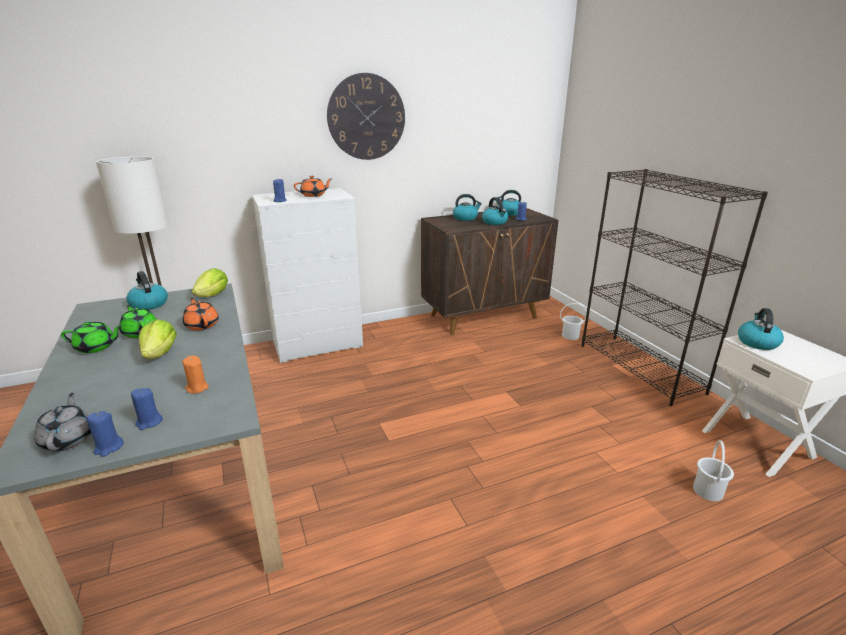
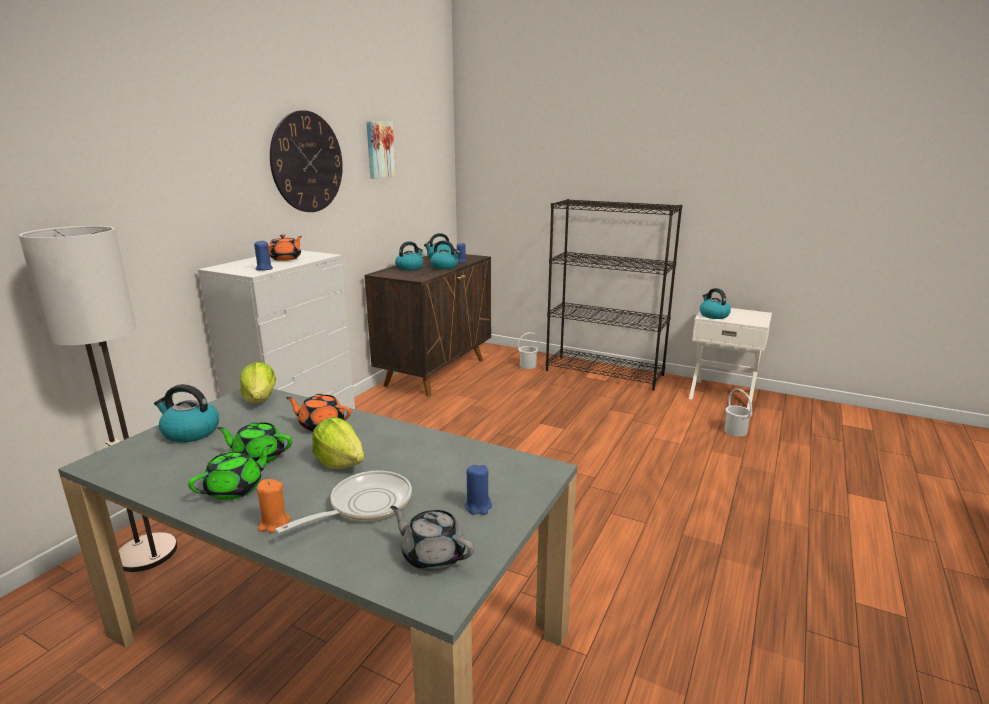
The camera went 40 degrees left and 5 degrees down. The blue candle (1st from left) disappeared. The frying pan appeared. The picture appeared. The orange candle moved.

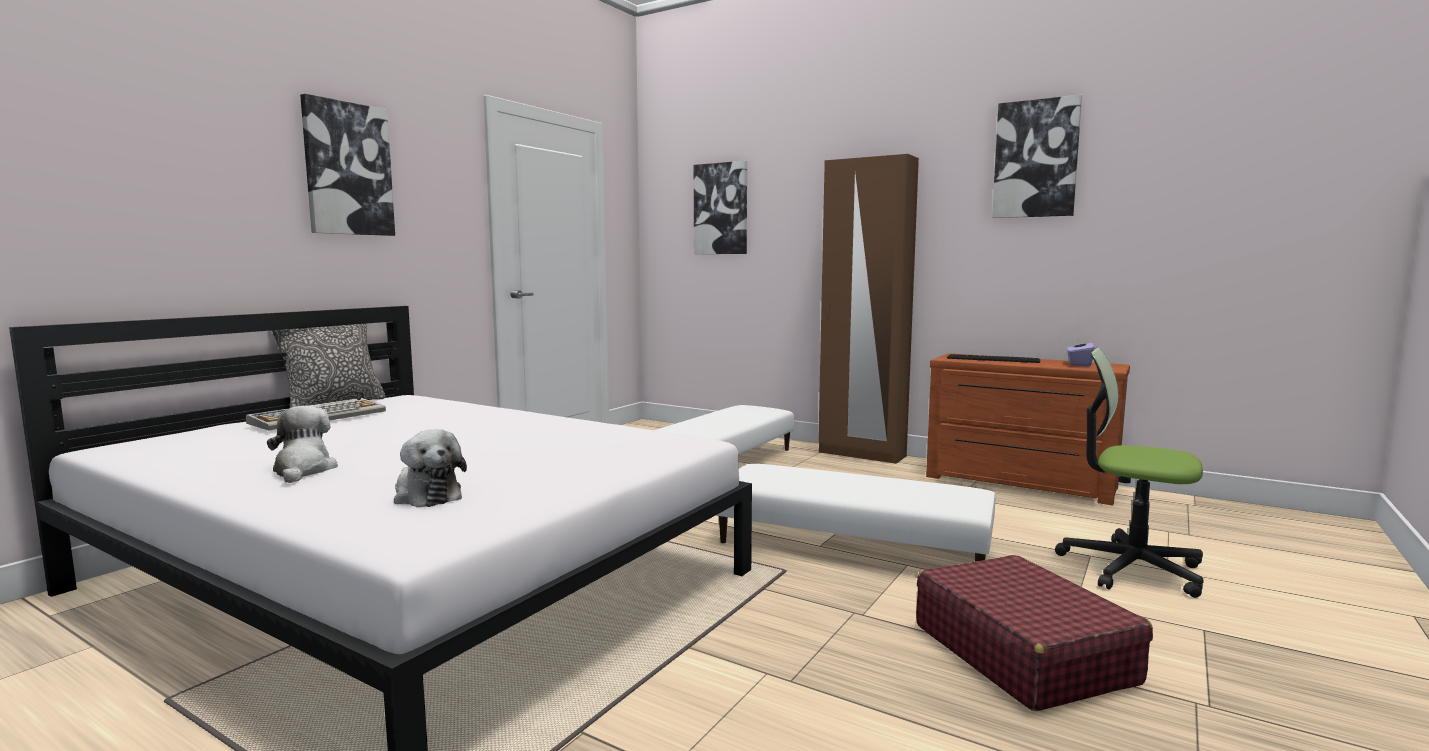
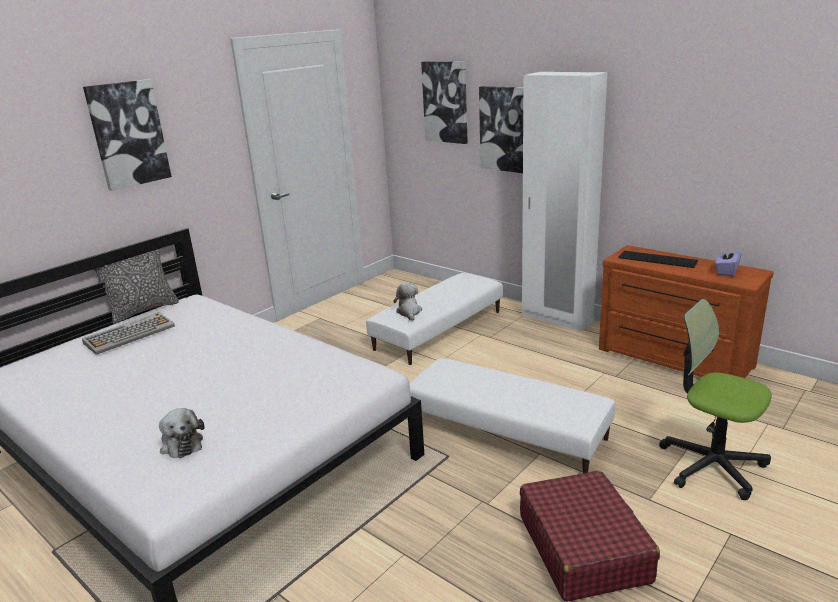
The camera went 10 degrees right and 15 degrees up. The plush toy (1st from left in the first image) moved. The picture (3rd from left) moved. The brown wardrobe became the white wardrobe.

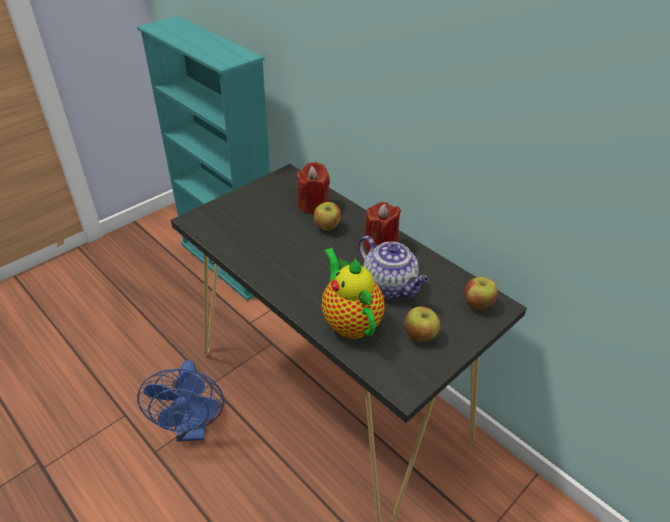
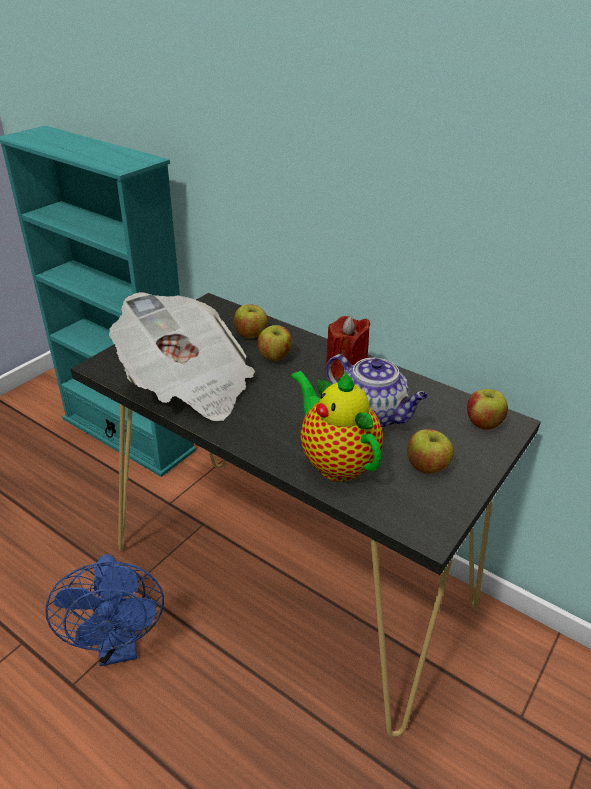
The camera went 10 degrees left and 5 degrees down. The newspaper appeared. The red candle (1st from left) was replaced by the apple (1st from left).

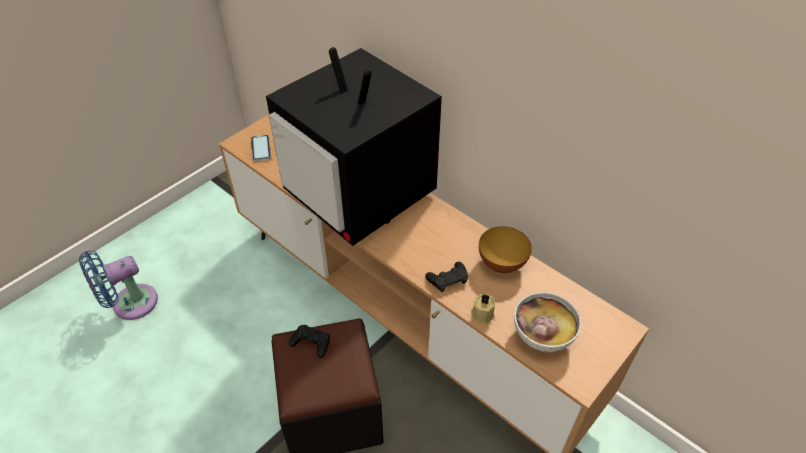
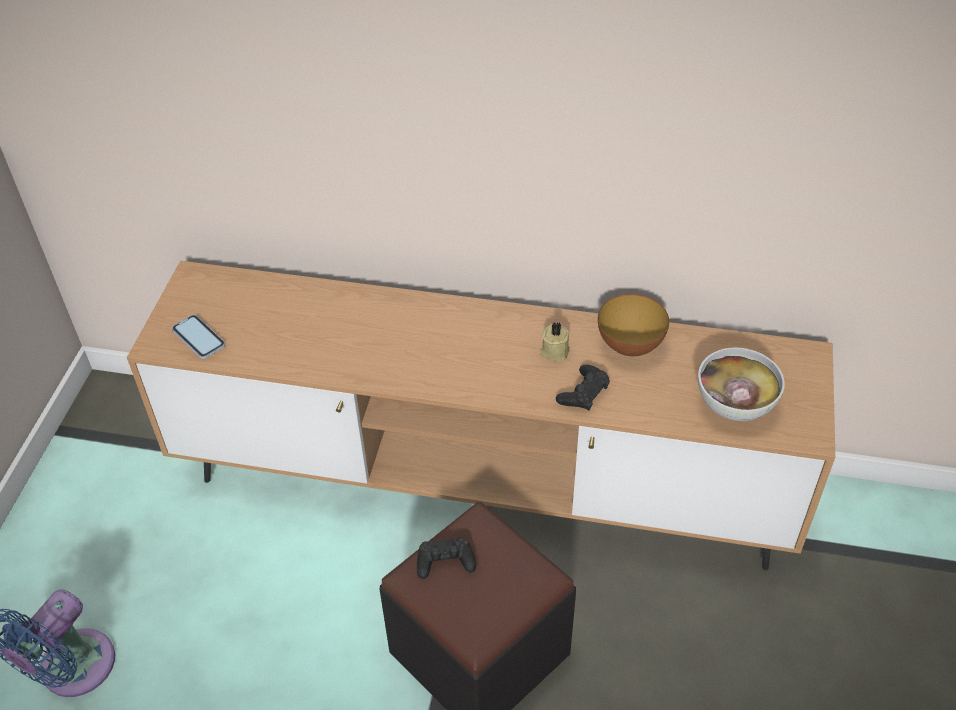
The camera went 30 degrees left and 0 degrees up. The television disappeared. The beige candle moved.

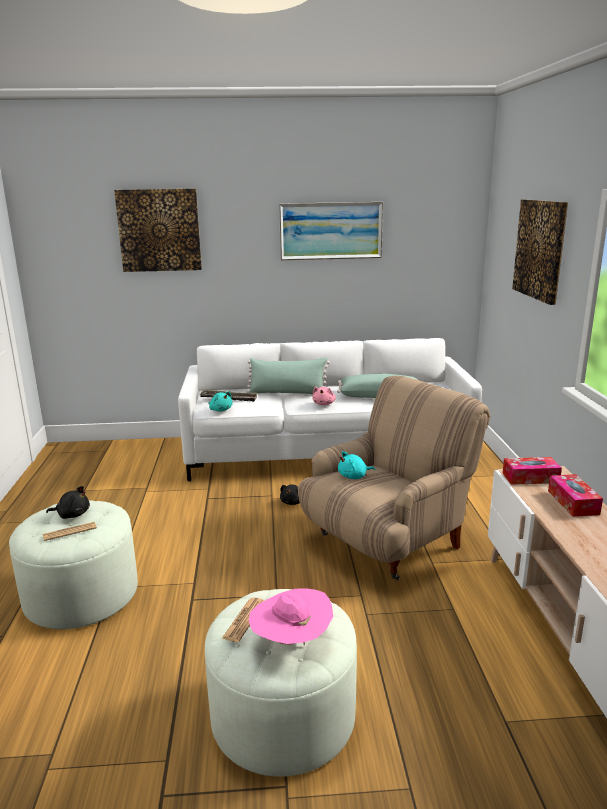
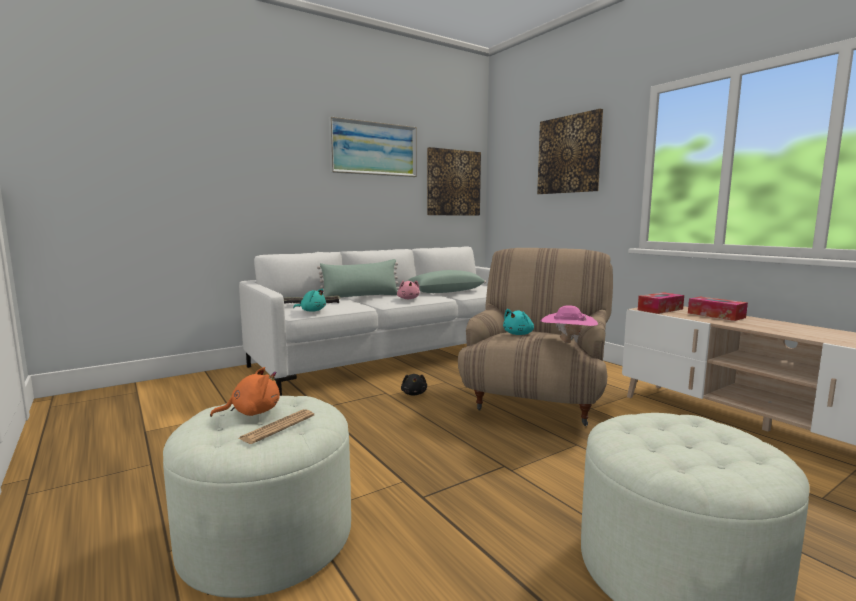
The camera went 30 degrees left and 10 degrees down. The newspaper (2nd from left) disappeared. The picture (1st from left in the first image) moved. The pink hat moved. The black plush toy (1st from left) became the orange plush toy.

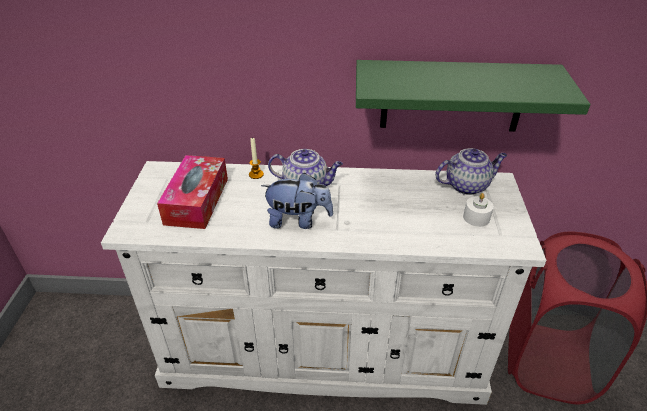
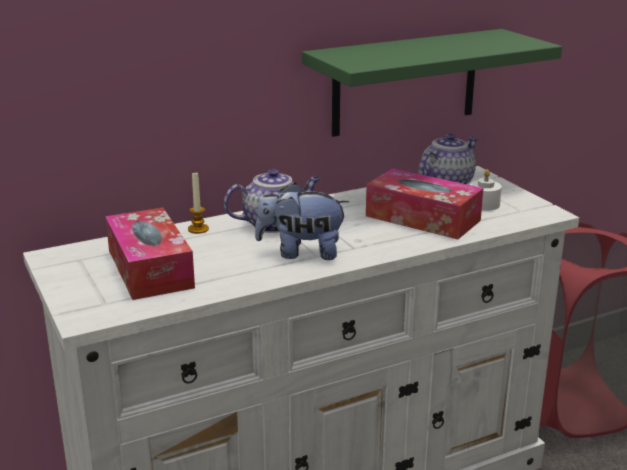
The camera went 30 degrees left and 15 degrees down. The tissue box (2nd from left) appeared. The plush toy turned 150 degrees counterclockwise.

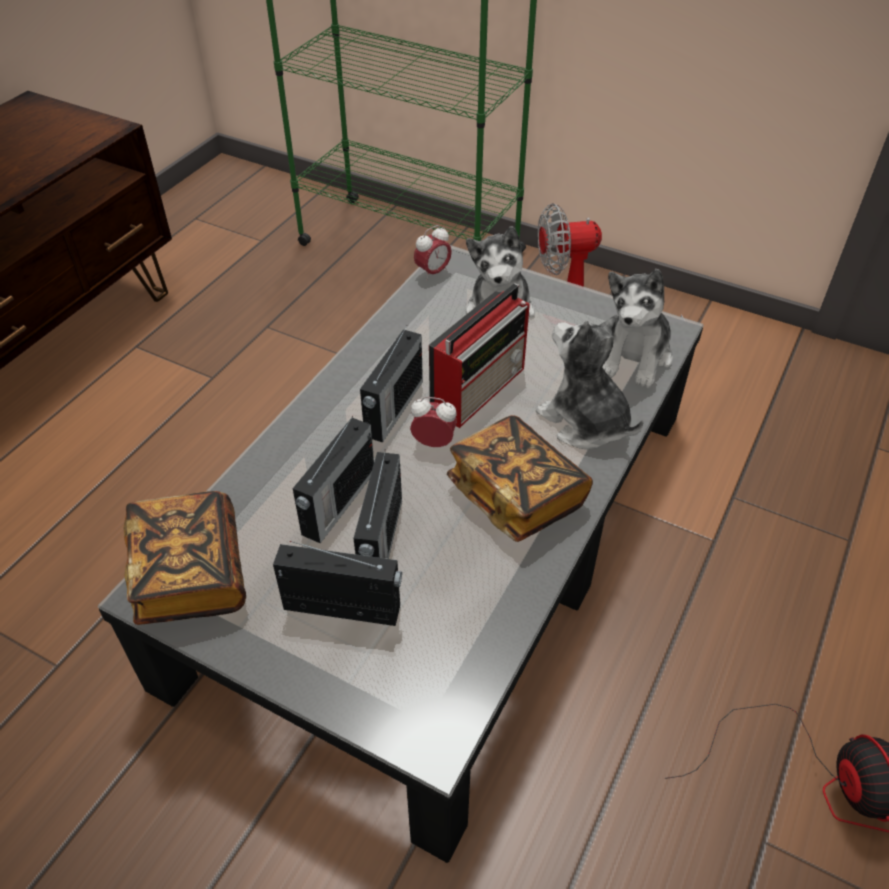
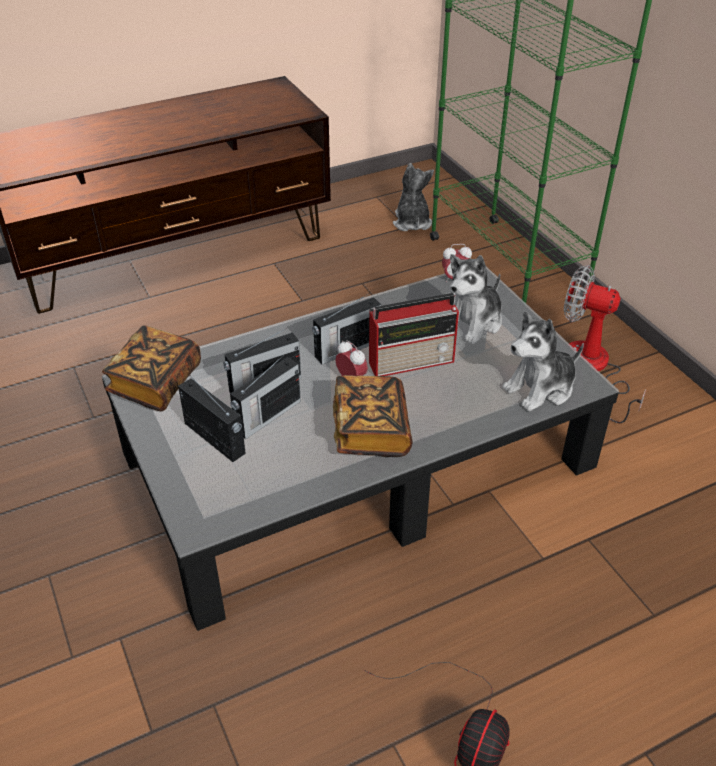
The camera went 35 degrees right and 5 degrees down. The plush toy (2nd from left in the first image) moved.

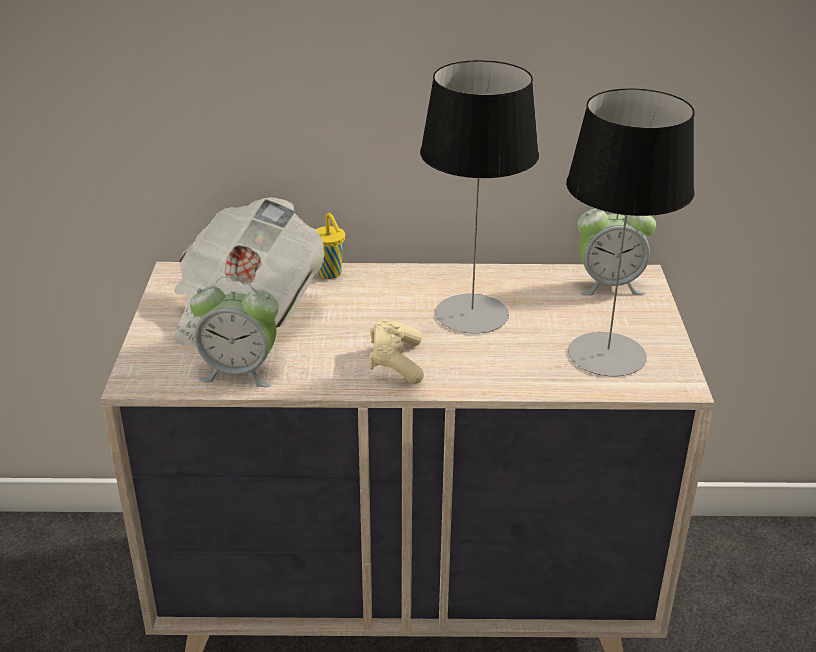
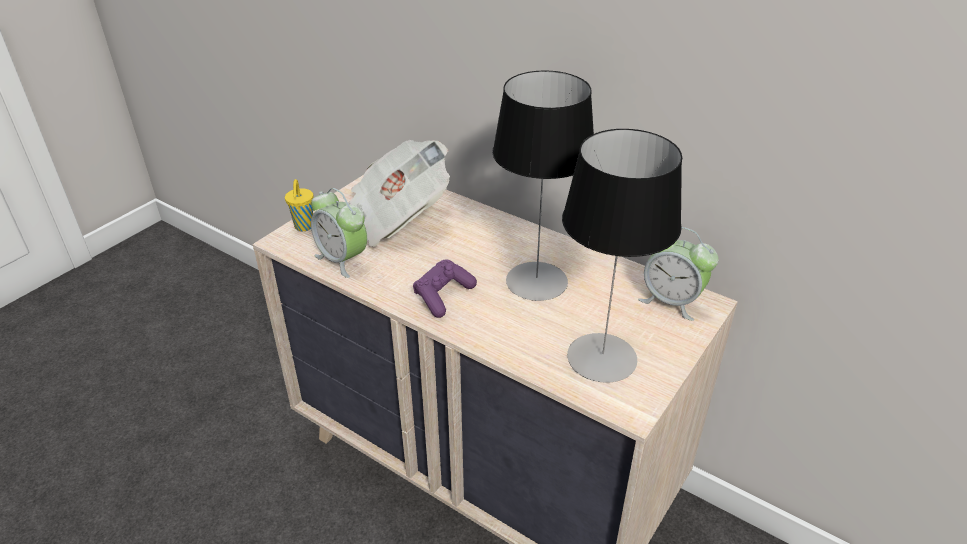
The camera went 35 degrees right and 5 degrees up. The yellow cup moved. The beige game controller became the purple game controller.

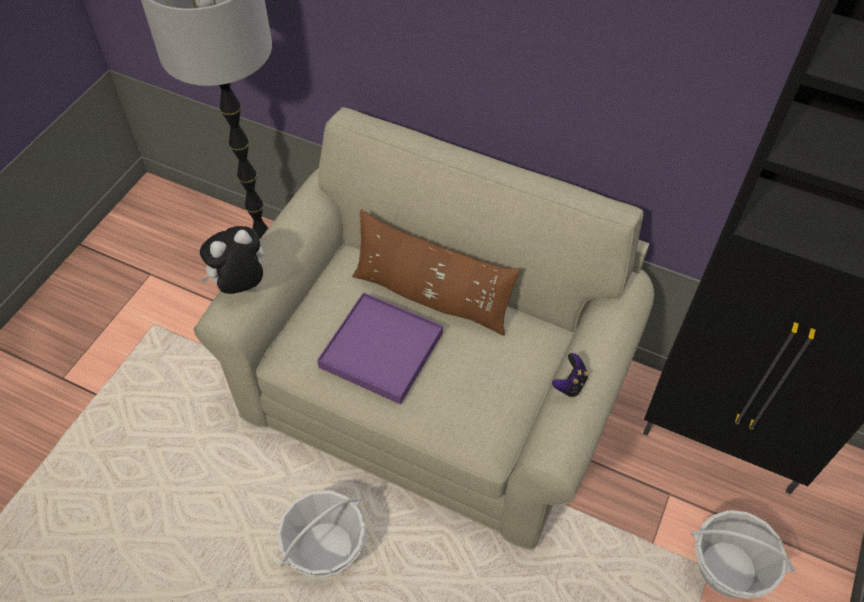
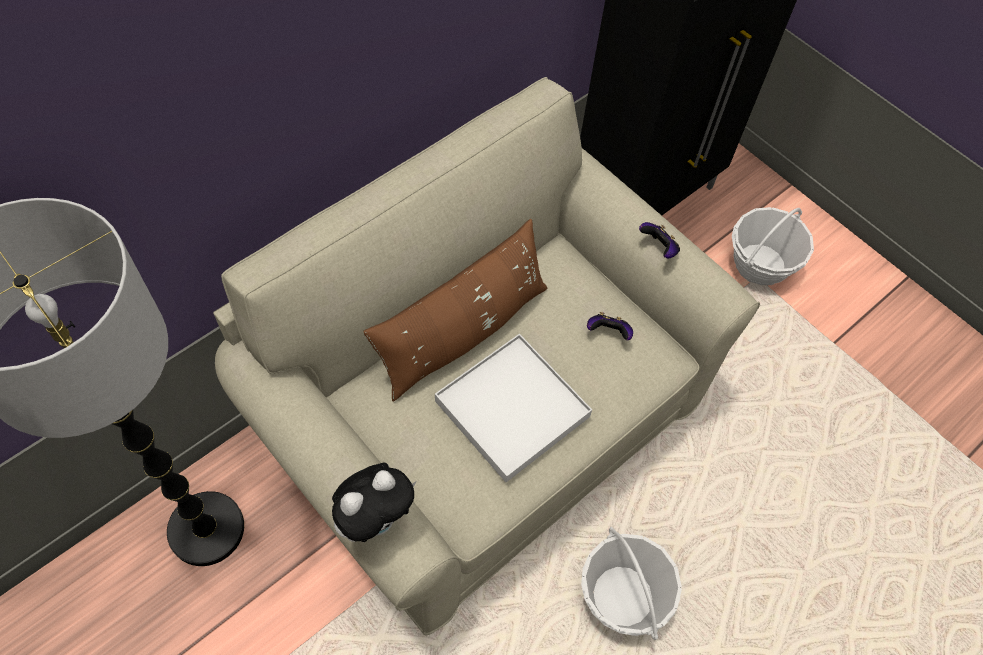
The camera went 70 degrees left and 5 degrees up. The game controller (1st from left) appeared. The purple tray became the white tray. The plush toy turned 120 degrees counterclockwise.

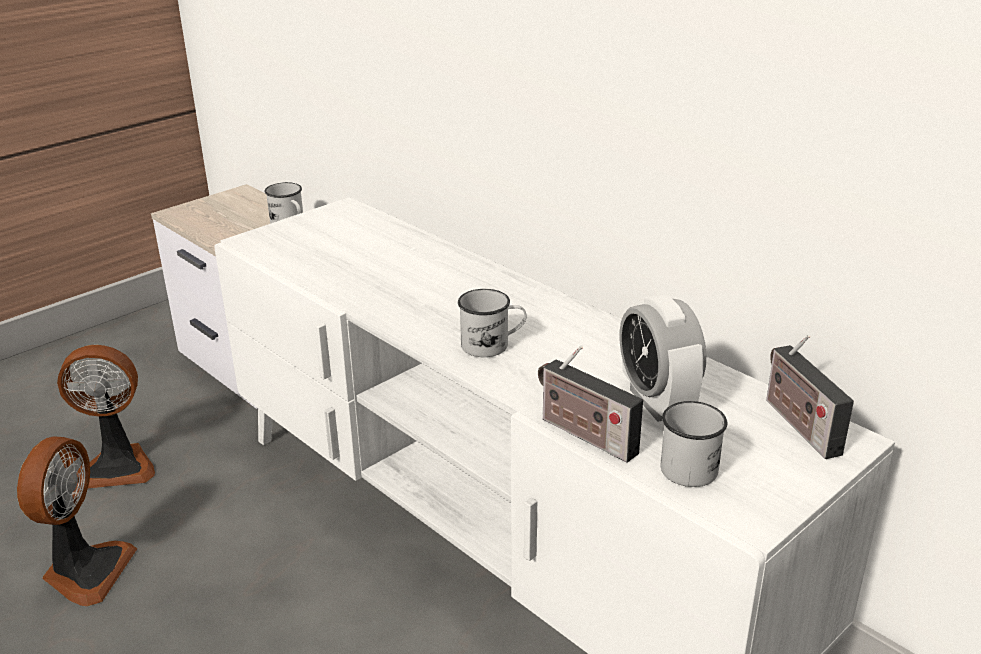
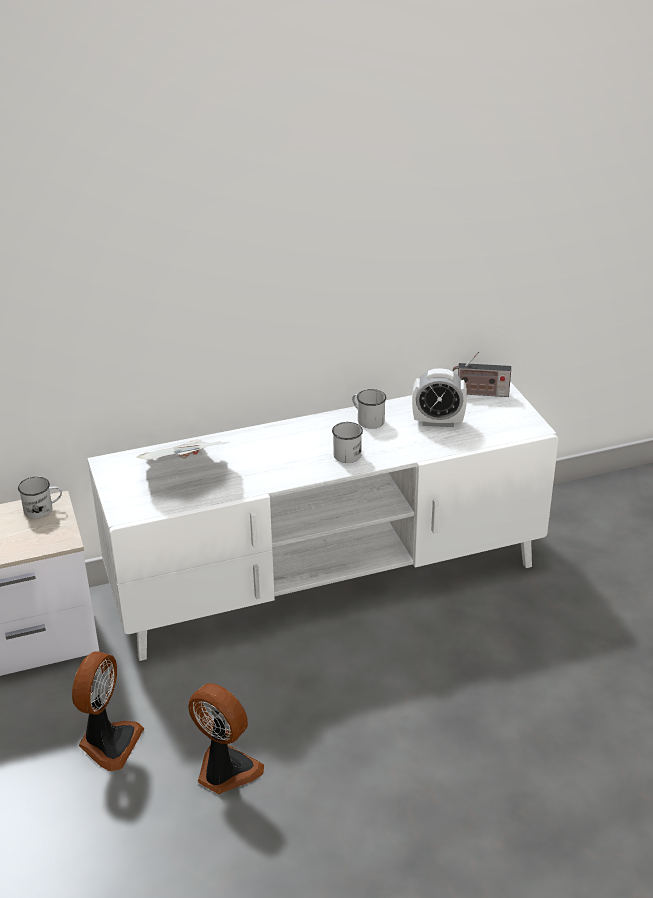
The camera went 65 degrees left and 5 degrees up. The radio (1st from left) disappeared. The newspaper appeared. The white mug (3rd from left) moved.

